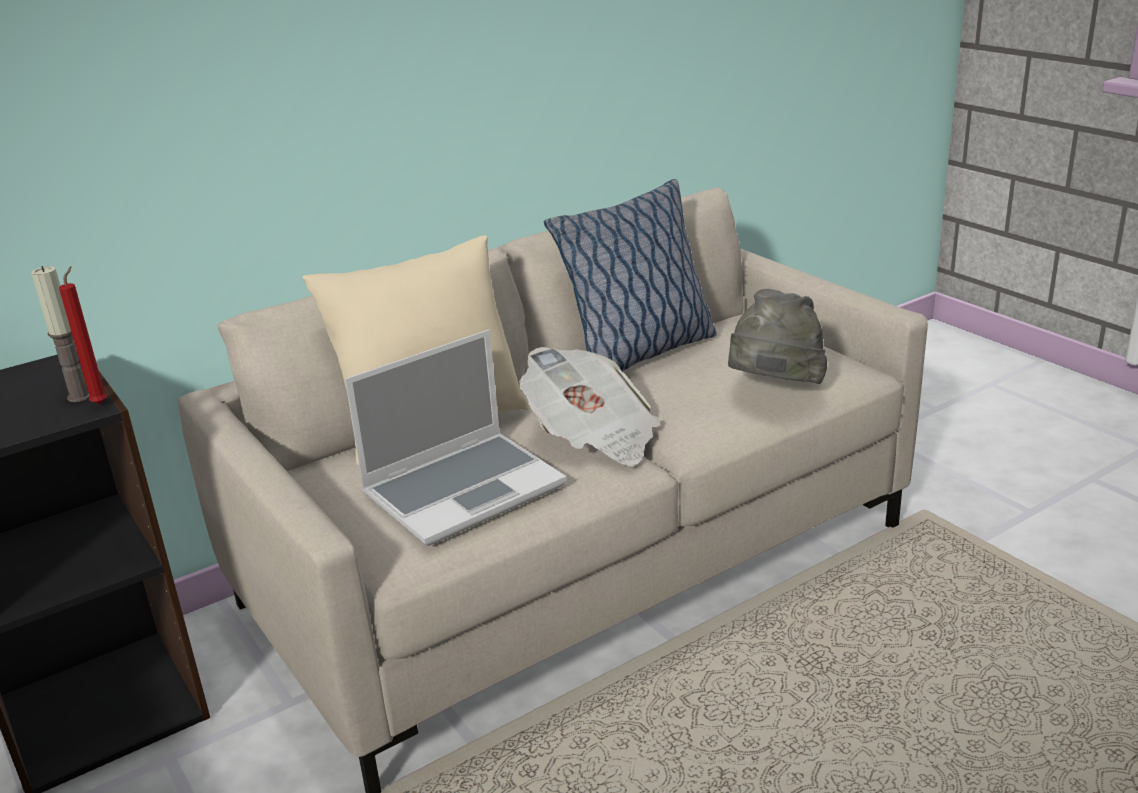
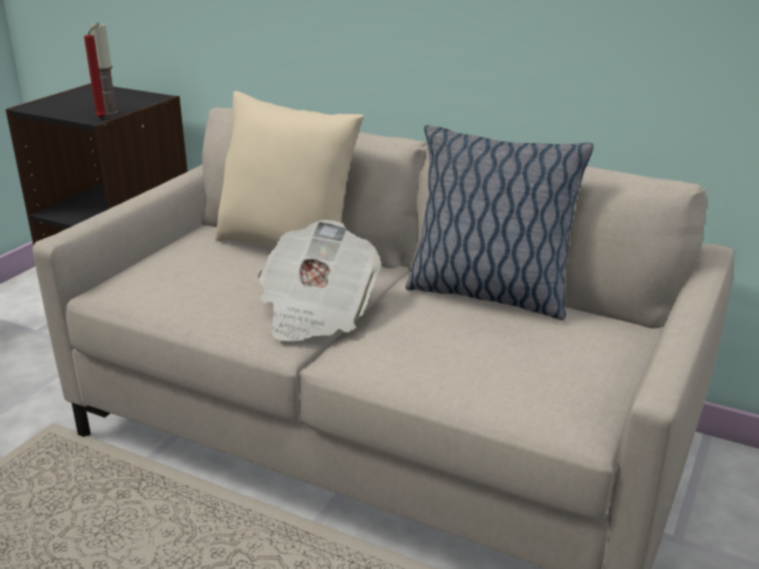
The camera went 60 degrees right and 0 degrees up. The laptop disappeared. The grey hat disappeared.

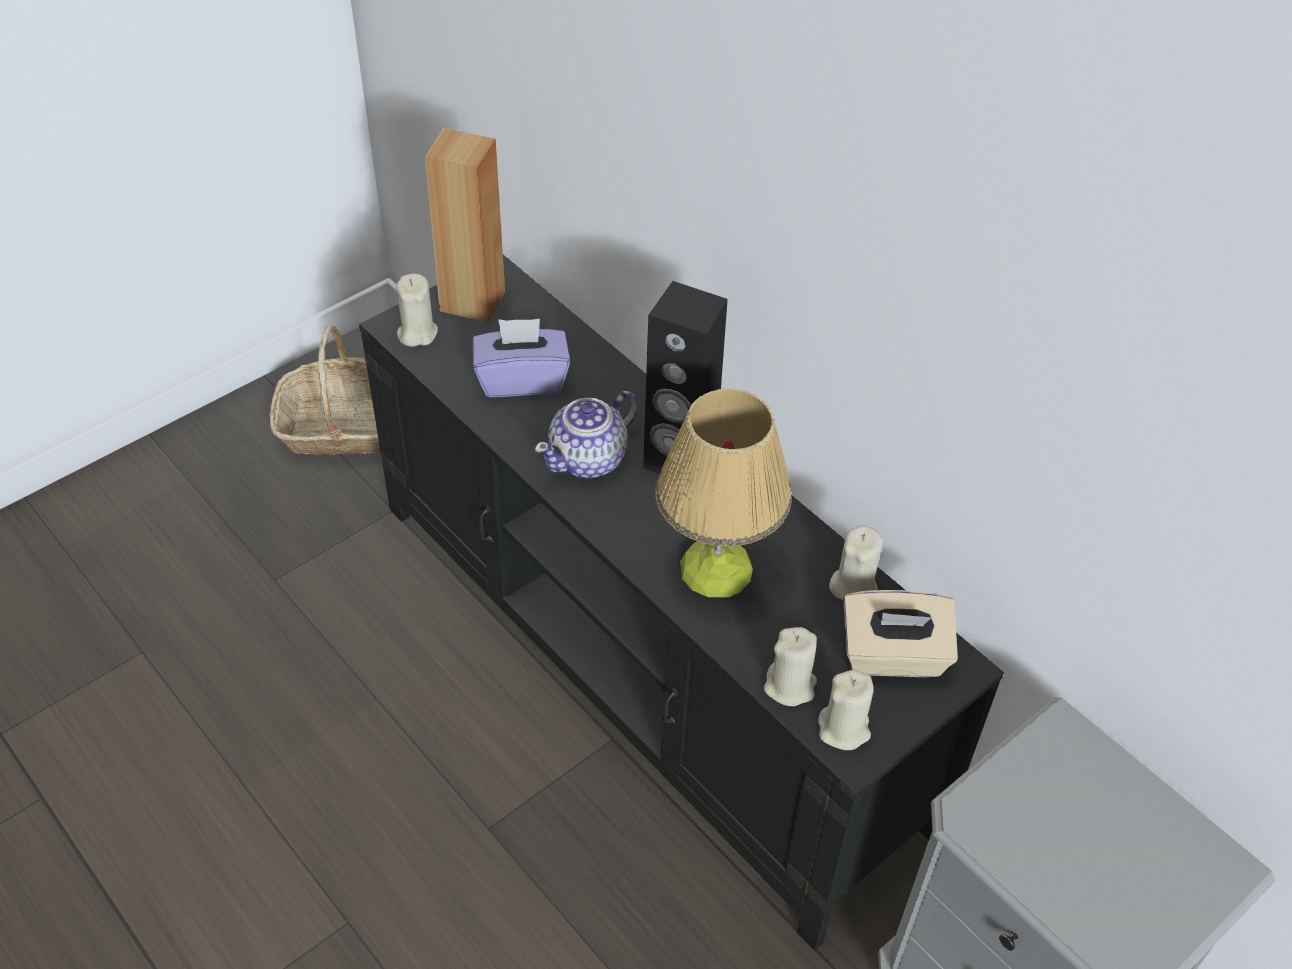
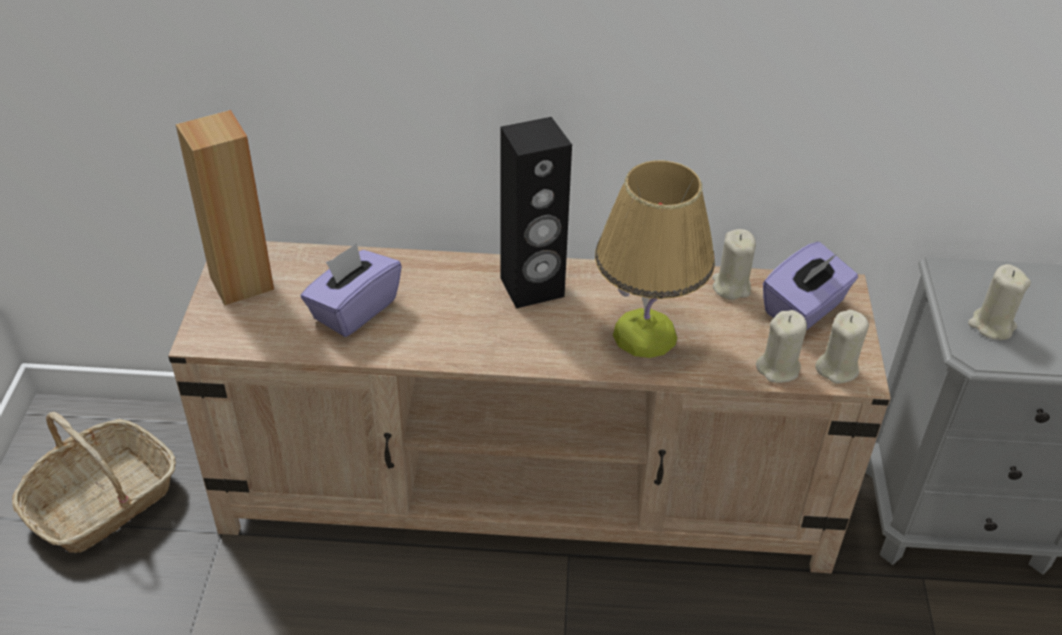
The camera went 45 degrees left and 5 degrees down. The teapot disappeared. The beige candle (1st from left in the first image) moved. The black tv stand became the beige tv stand. The beige tissue box became the purple tissue box (2nd from left).

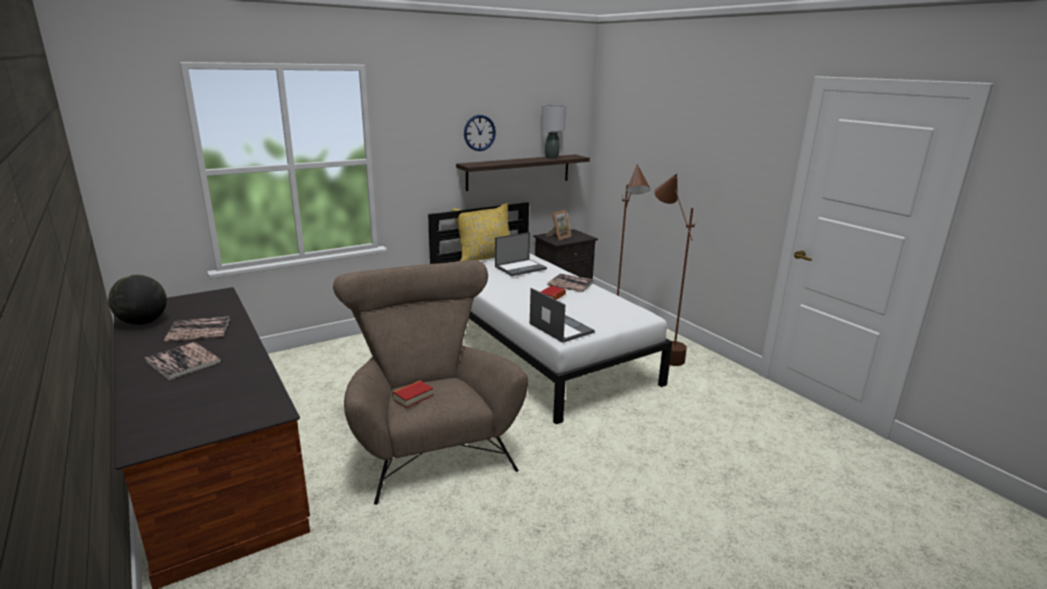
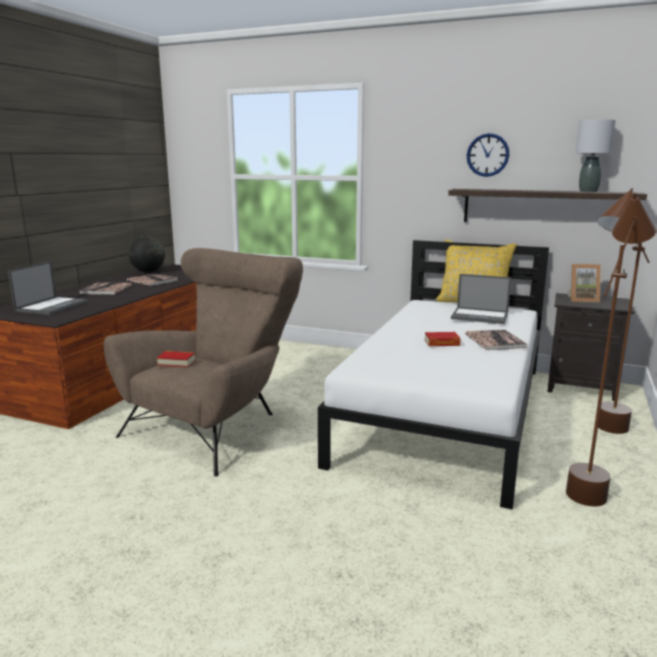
The camera went 55 degrees right and 5 degrees down. The laptop (2nd from left in the first image) moved.

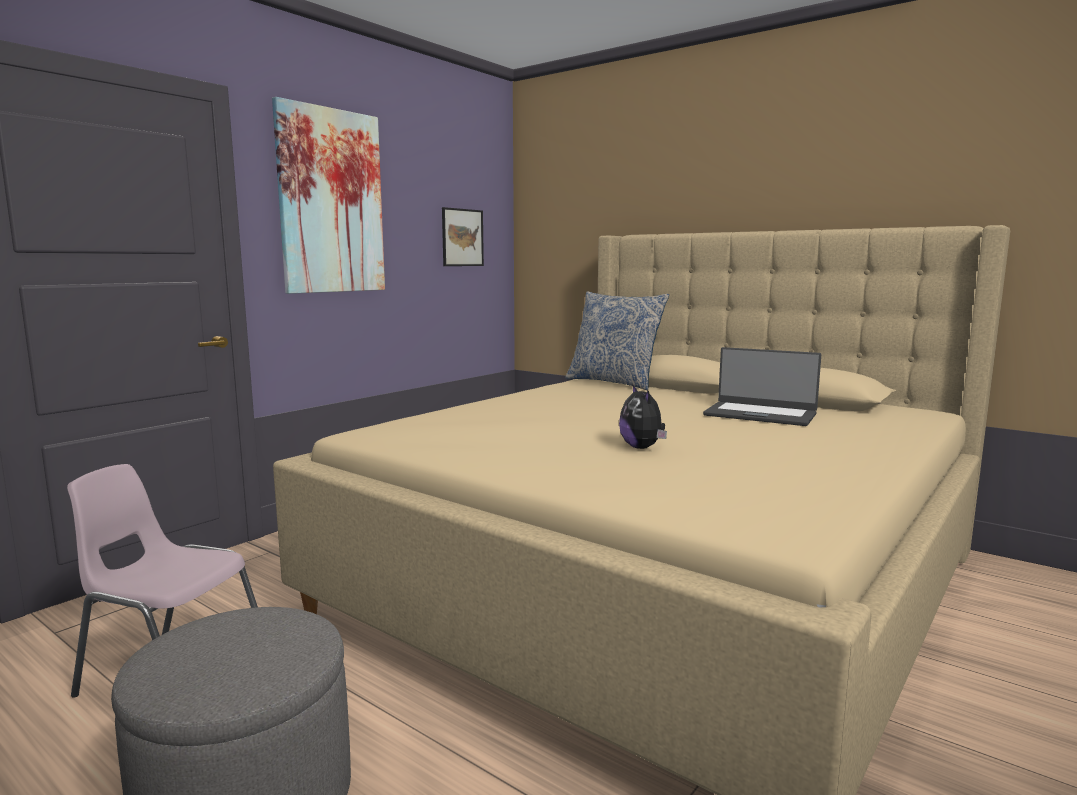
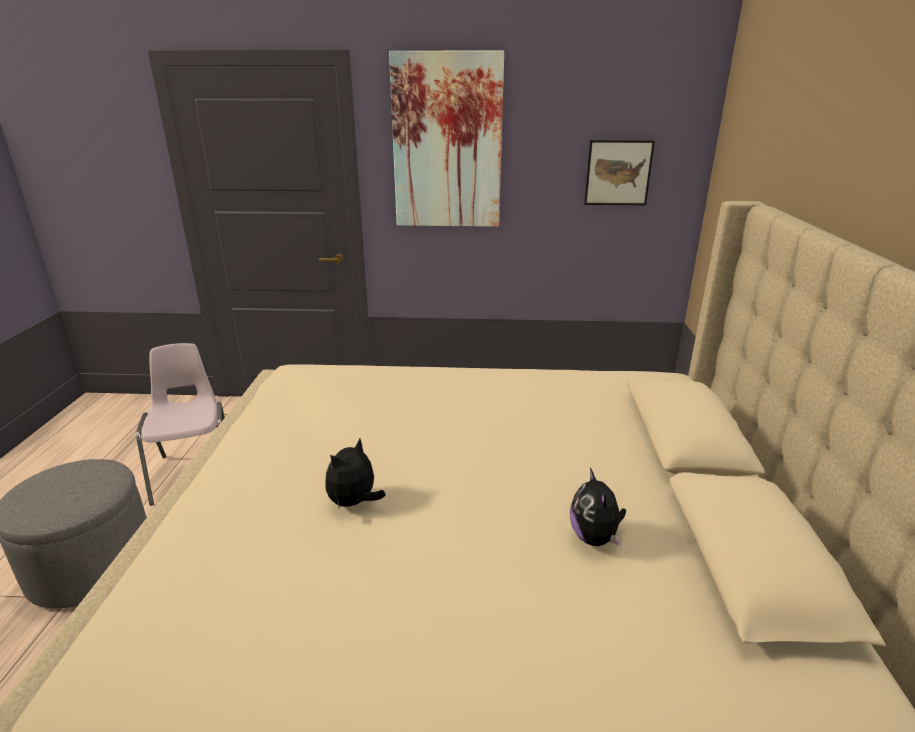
The camera went 55 degrees right and 15 degrees up. The pillow disappeared. The laptop was replaced by the plush toy (2nd from left).

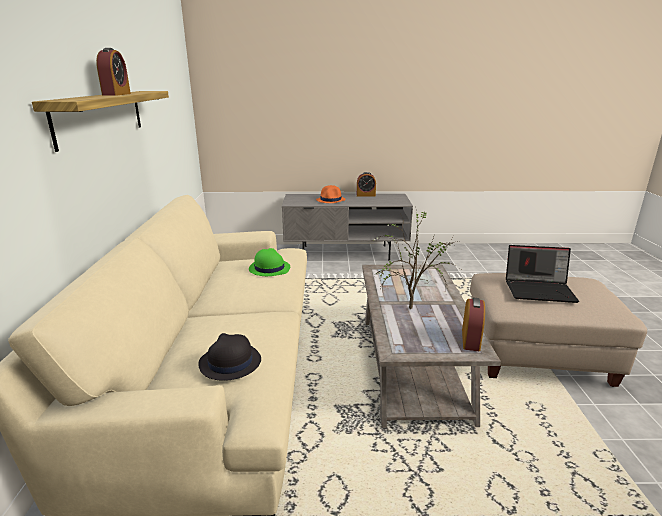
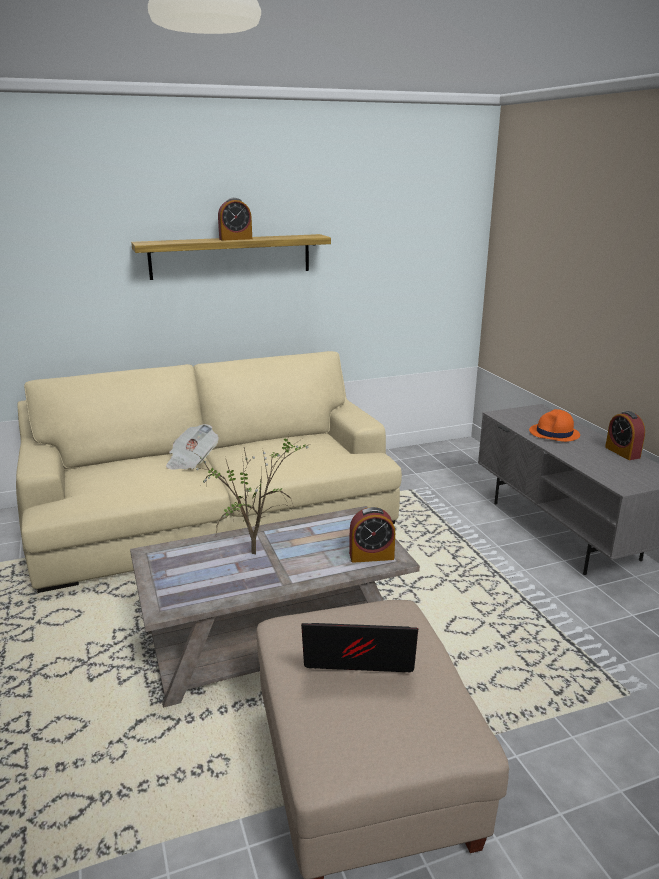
The camera went 70 degrees right and 0 degrees up. The black hat disappeared. The green hat disappeared. The newspaper appeared. The alarm clock (3rd from left in the first image) moved. The laptop turned 105 degrees clockwise.

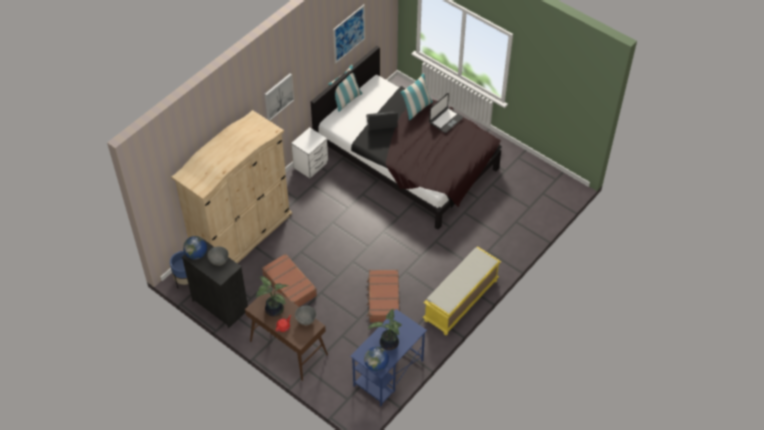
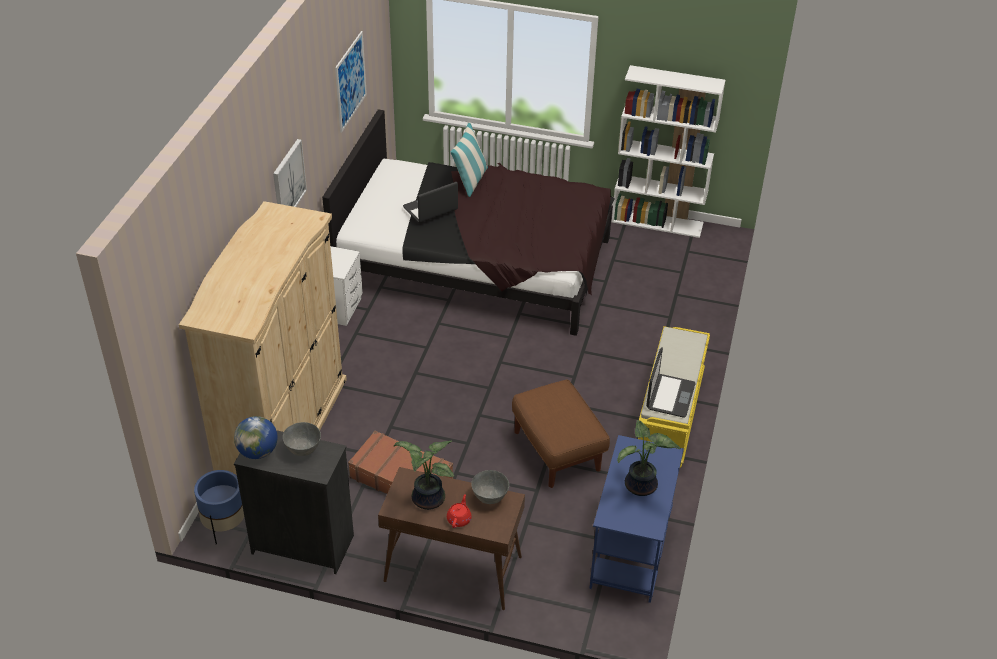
The camera went 25 degrees left and 10 degrees down. The pillow (1st from left) disappeared. The globe (2nd from left) disappeared. The white bookcase appeared. The laptop (2nd from left) moved. The brown suitcase (2nd from left) was replaced by the brown ottoman.

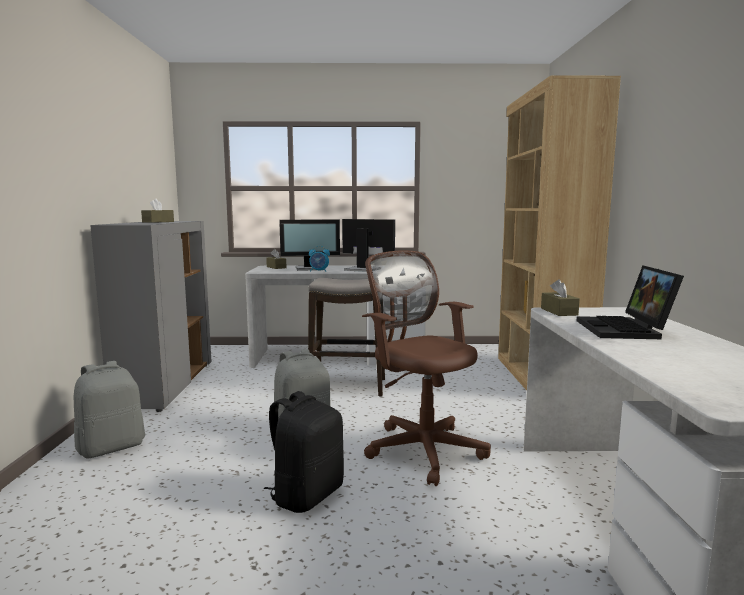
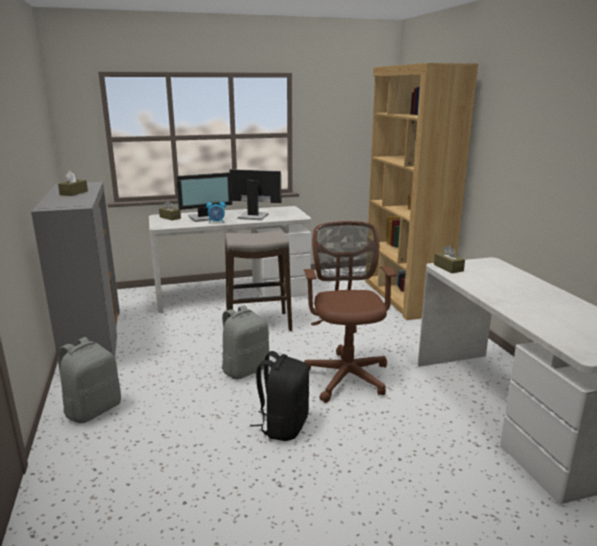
The camera went 15 degrees left and 10 degrees up. The laptop disappeared. The brown office chair turned 45 degrees clockwise.

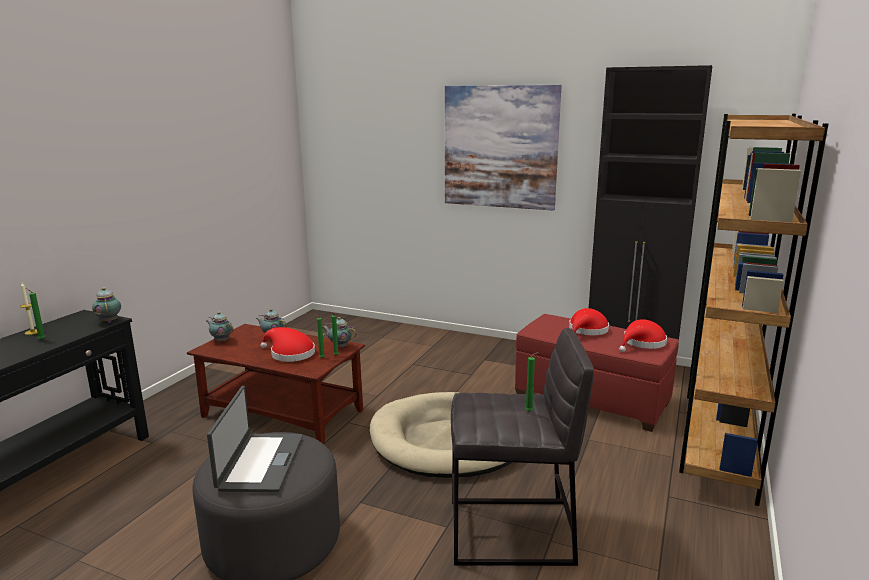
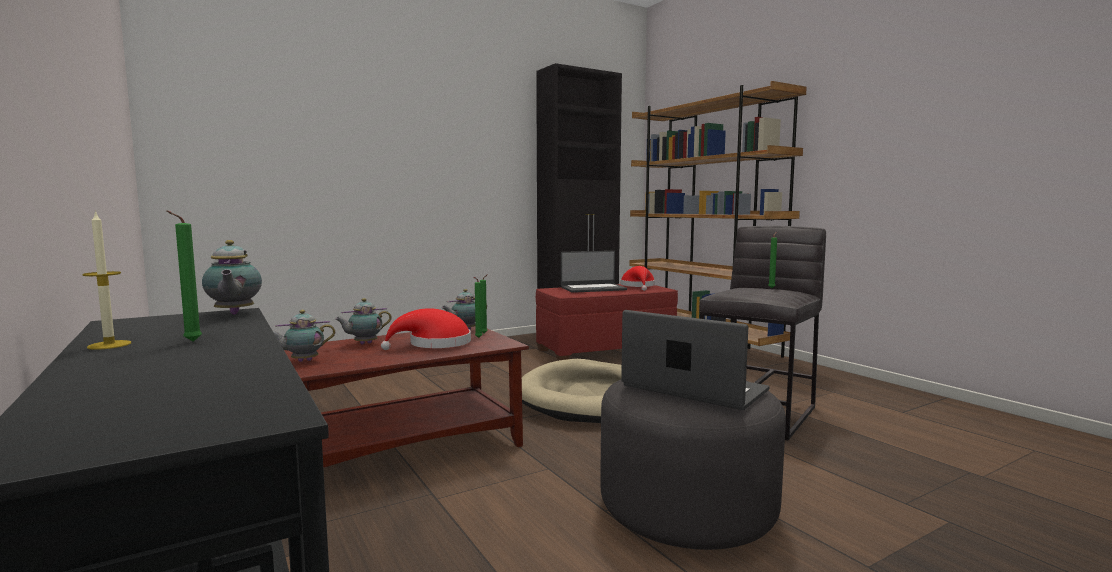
The camera went 55 degrees left and 10 degrees down. The picture disappeared. The red hat (2nd from left) was replaced by the laptop (1st from left). The teapot (1st from left) turned 120 degrees counterclockwise.

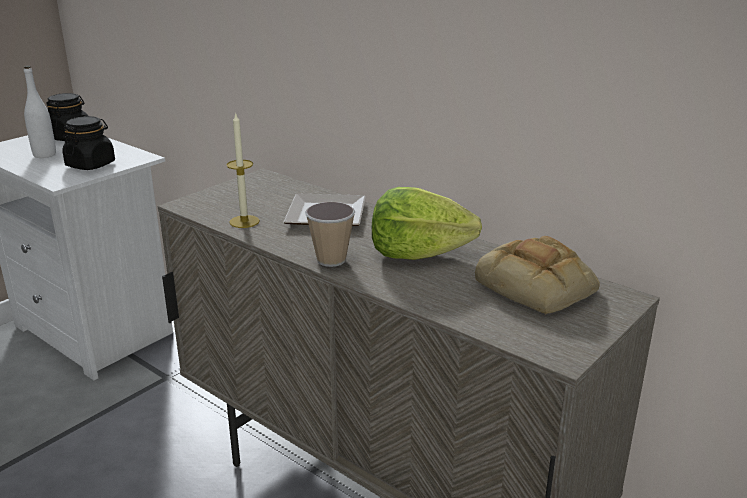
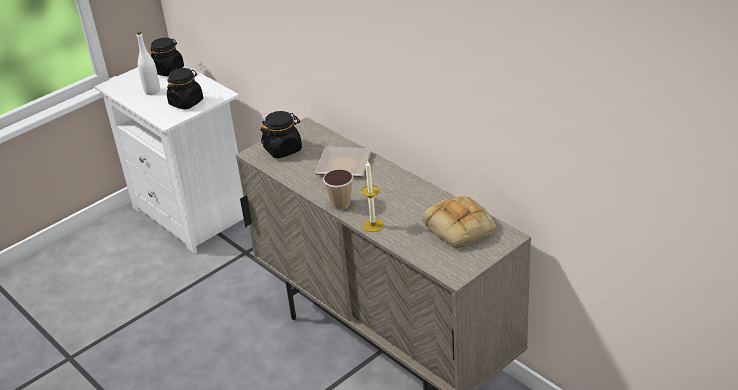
The camera went 10 degrees right and 10 degrees up. The lettuce disappeared. The black jar (3rd from left) appeared. The candle moved.

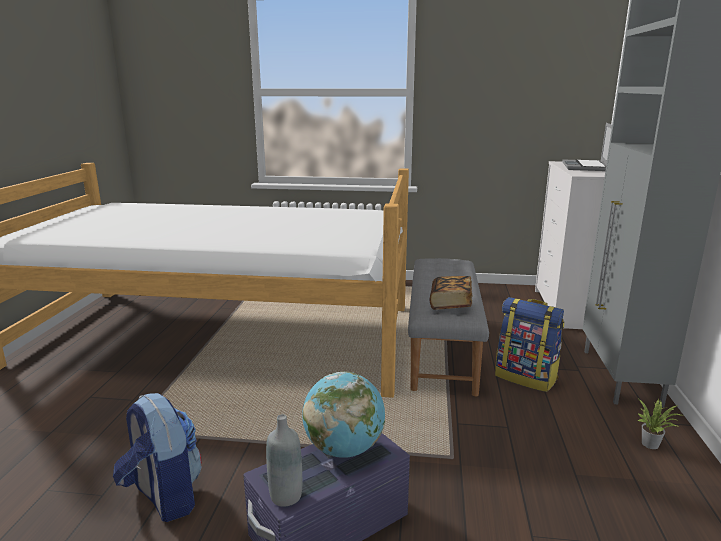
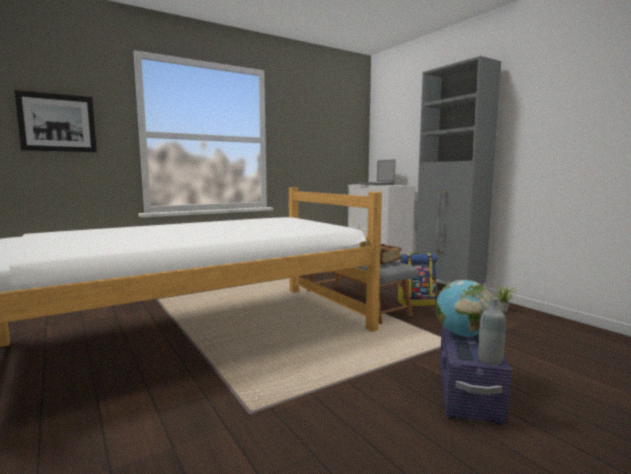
The camera went 40 degrees left and 10 degrees down. The backpack (1st from left) disappeared. The picture appeared.

